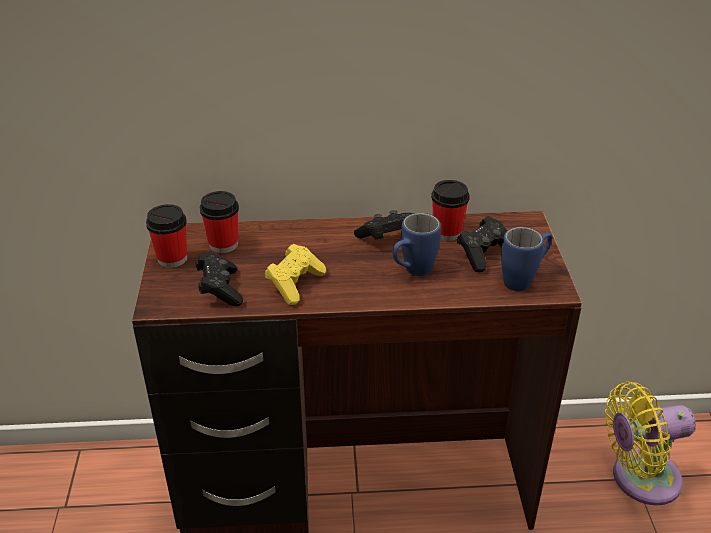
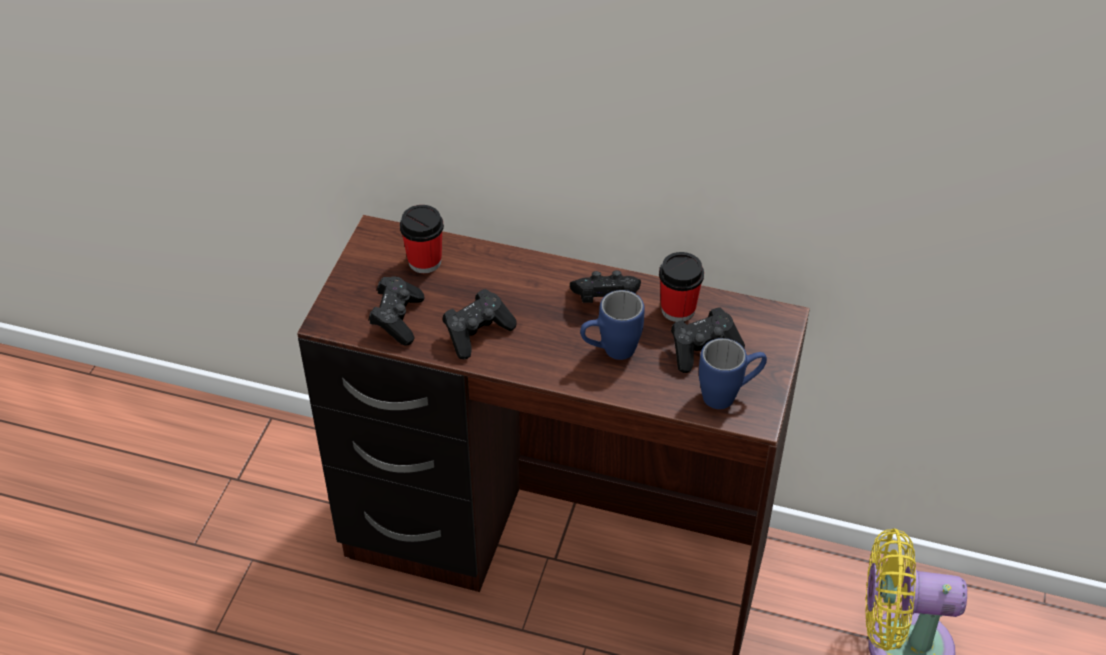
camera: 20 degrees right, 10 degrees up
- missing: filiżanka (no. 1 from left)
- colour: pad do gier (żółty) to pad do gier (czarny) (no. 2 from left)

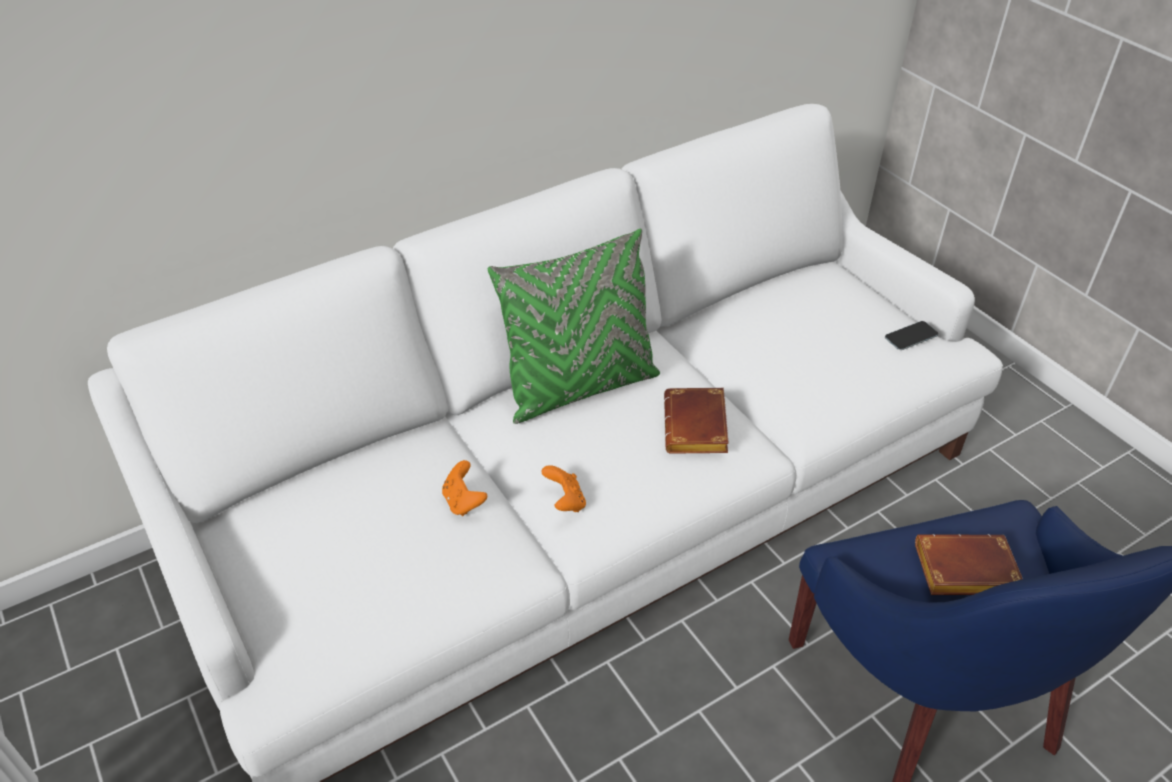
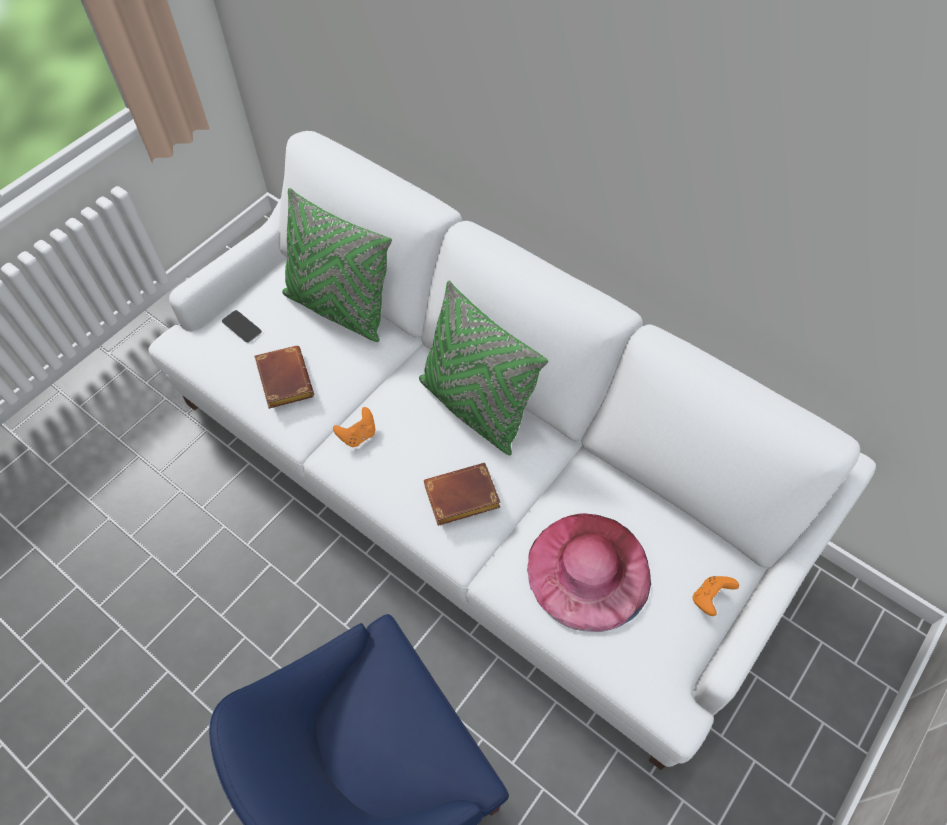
camera: 70 degrees right, 15 degrees up
- appeared: poduszka (zielony) (no. 1 from left)
- appeared: kapelusz (różowy)
- relocated: pad do gier (pomarańczowy) (no. 1 from left in the first image) to pad do gier (pomarańczowy) (no. 2 from left)
- relocated: telefon
- relocated: książka (brązowy) (no. 2 from left in the first image) to książka (brązowy) (no. 1 from left)

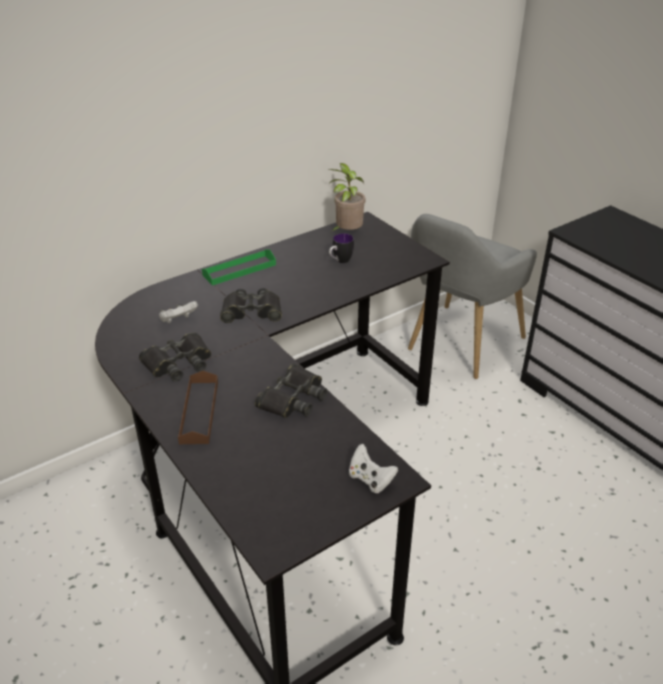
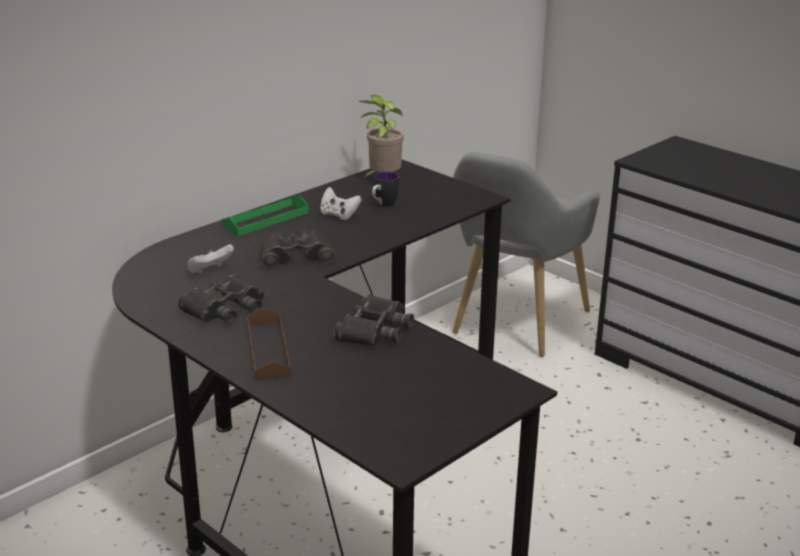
camera: 10 degrees left, 10 degrees down
- relocated: pad do gier (biały) (no. 2 from left)

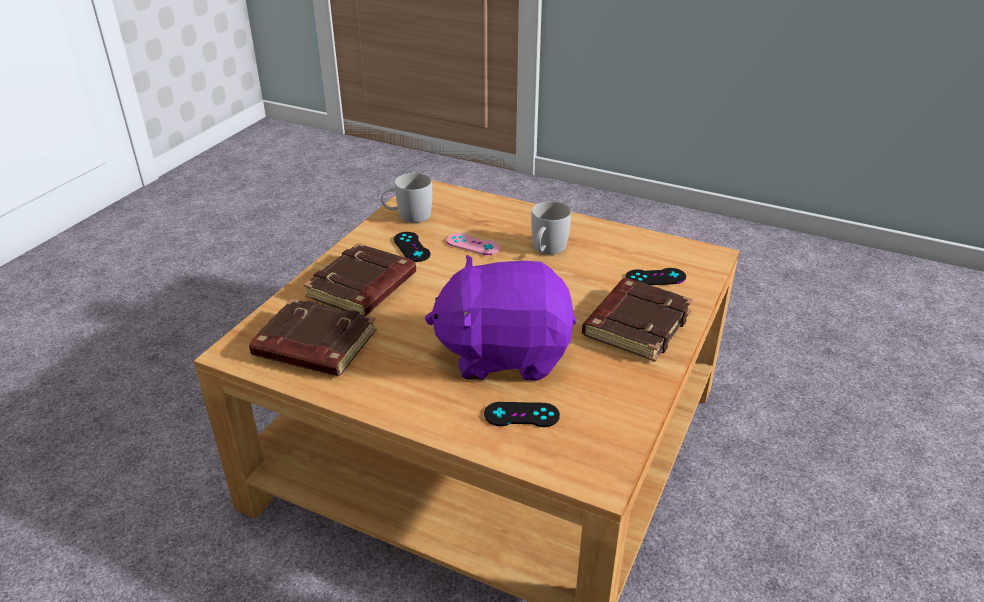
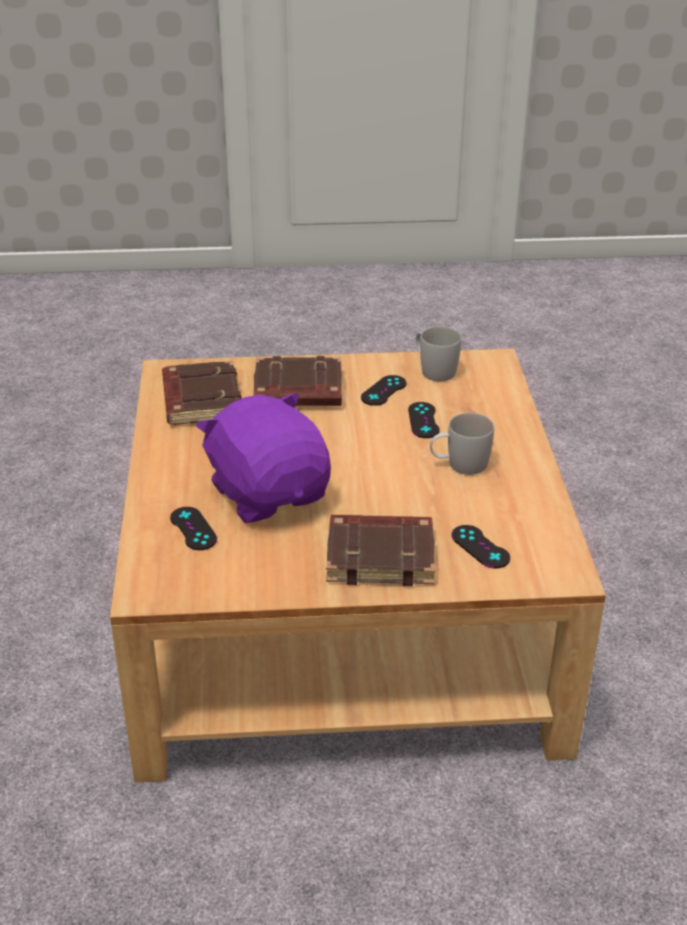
camera: 60 degrees right, 0 degrees up
- colour: pad do gier (różowy) to pad do gier (czarny) (no. 3 from left)

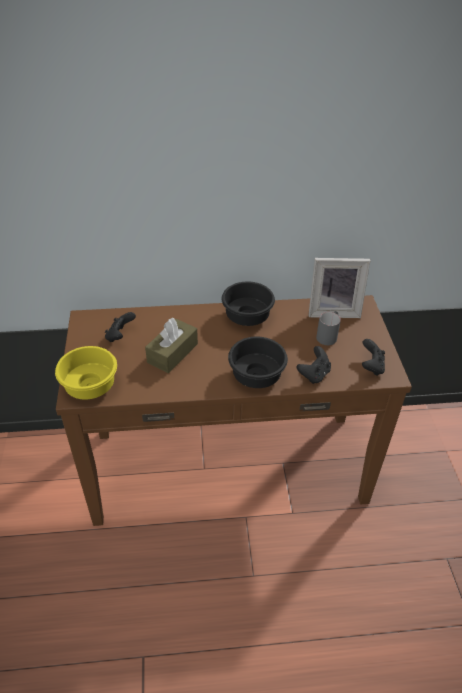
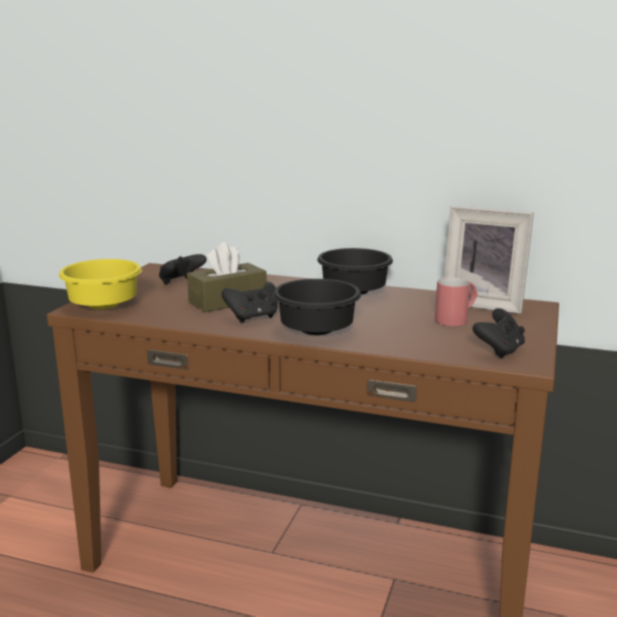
camera: 25 degrees right, 25 degrees down
- relocated: pad do gier (czarny) (no. 2 from left)
- colour: kubek (szary) to kubek (czerwony)

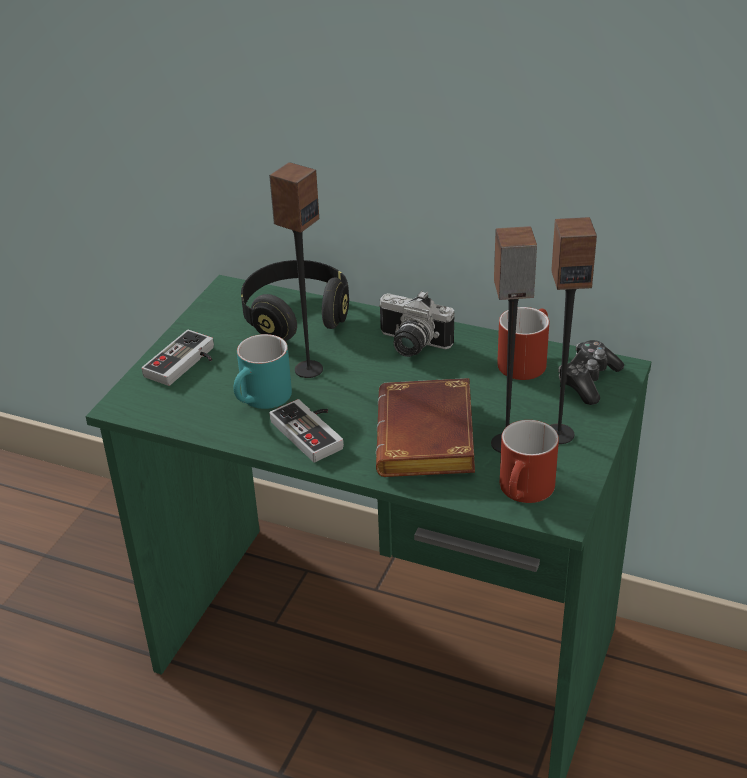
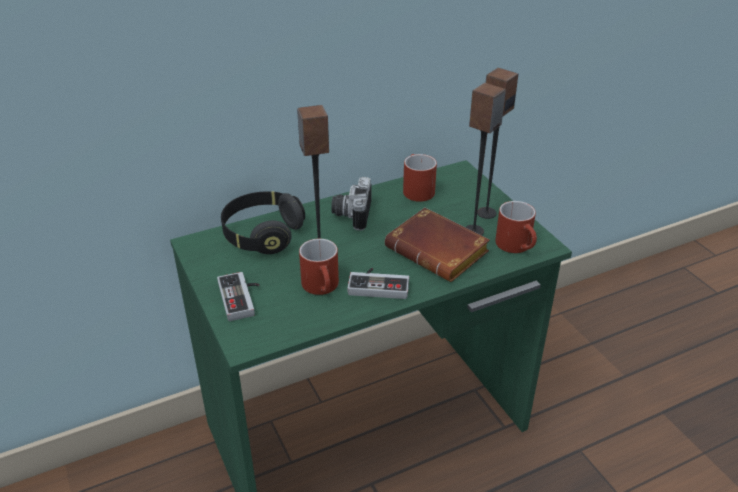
camera: 50 degrees left, 0 degrees up
- missing: pad do gier (no. 3 from left)
- colour: kubek (turkusowy) to kubek (czerwony) (no. 1 from left)
- spun: aparat fotograficzny 120 degrees clockwise

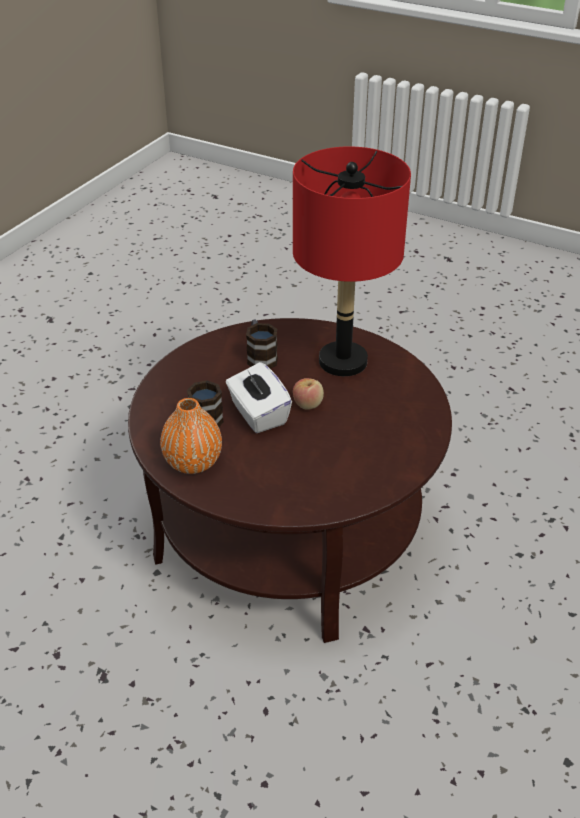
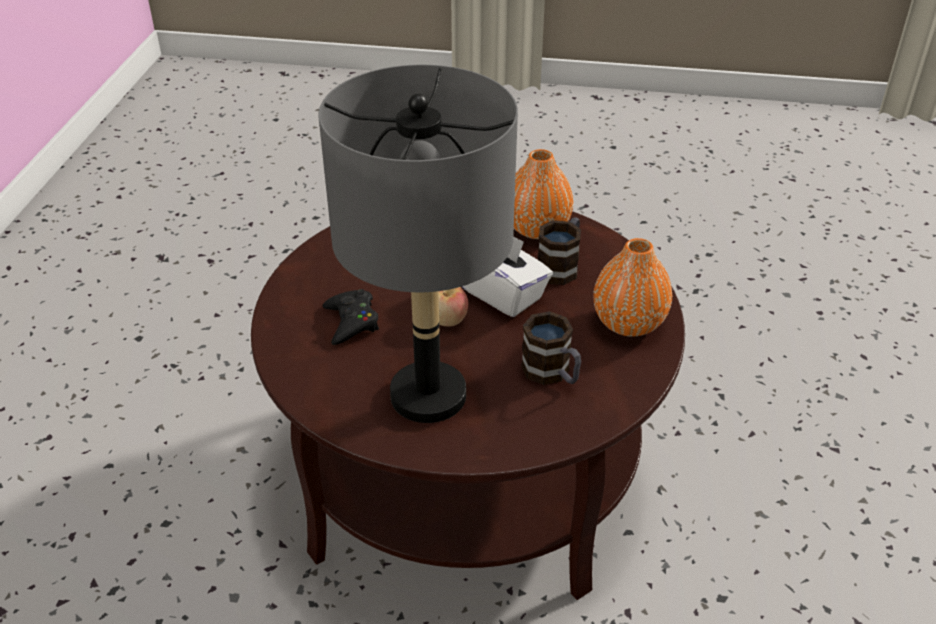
camera: 160 degrees right, 0 degrees up
- appeared: pad do gier (czarny)
- appeared: wazon (pomarańczowy) (no. 2 from left)
- colour: lampa stołowa (czerwony) to lampa stołowa (szary)

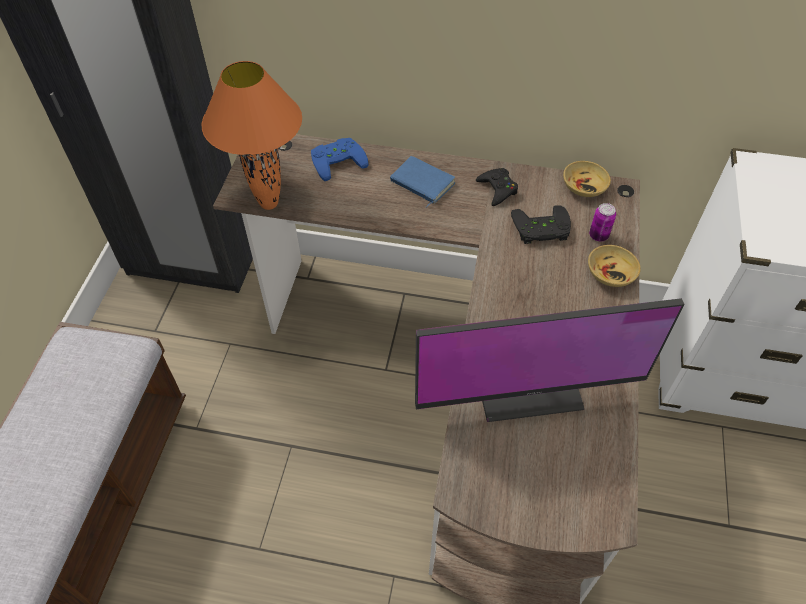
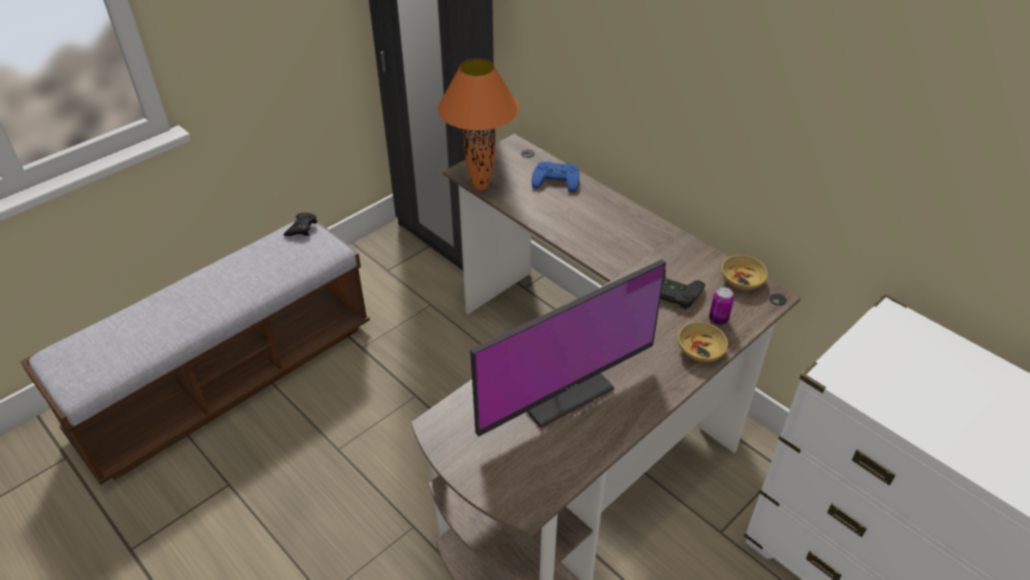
camera: 35 degrees right, 10 degrees down
- missing: książka (niebieski)
- relocated: pad do gier (czarny) (no. 1 from left)
- spun: monitor 60 degrees counterclockwise

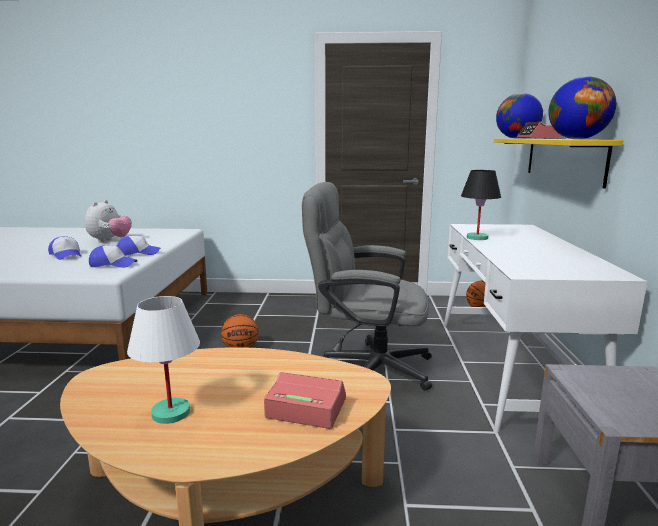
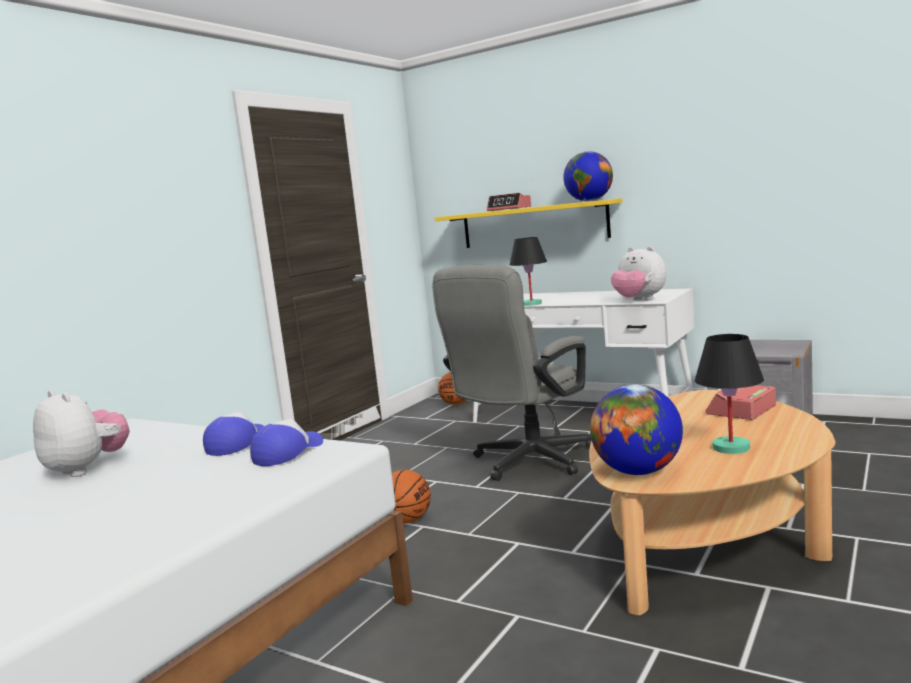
camera: 60 degrees left, 5 degrees down
- missing: czapka z daszkiem (no. 1 from left)
- appeared: pluszak (no. 2 from left)
- relocated: globus (no. 1 from left in the first image) to globus (no. 2 from left)
- colour: lampa stołowa (biały) to lampa stołowa (czarny) (no. 2 from left)

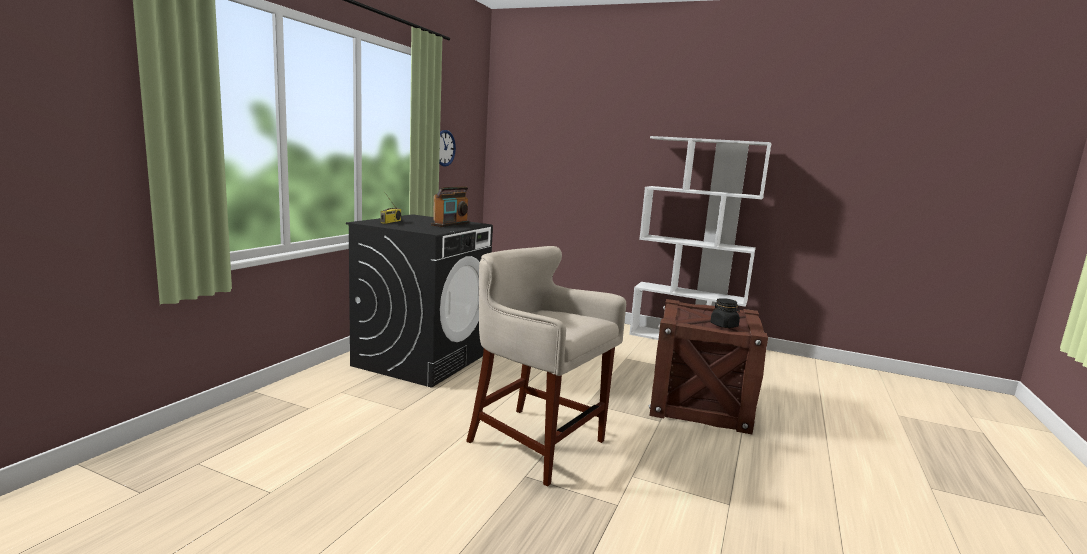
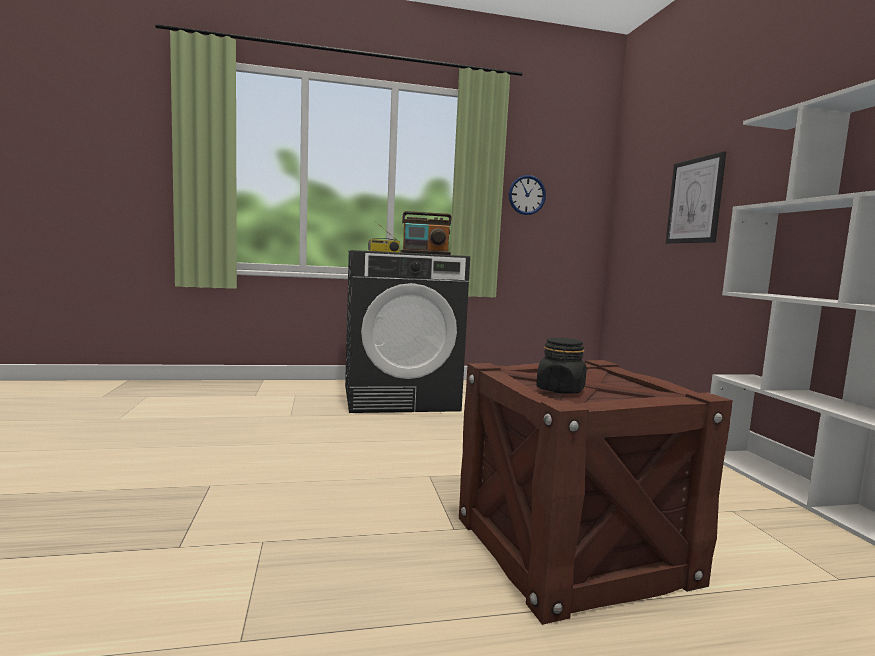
camera: 55 degrees right, 5 degrees down
- missing: stołek (beżowy)
- appeared: obraz

